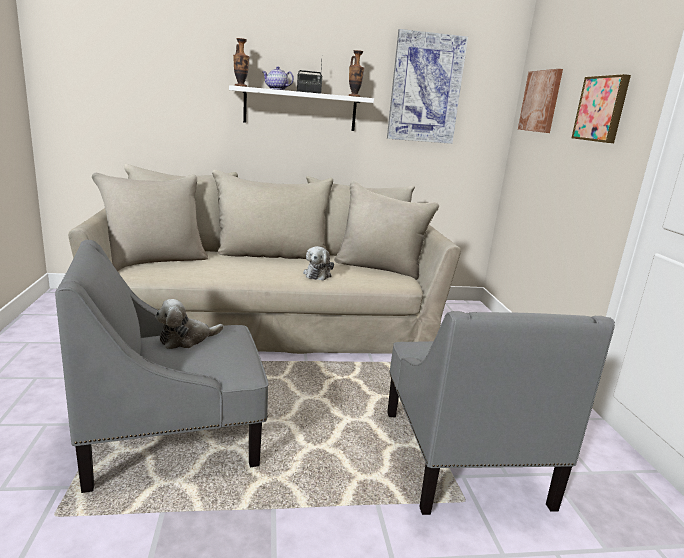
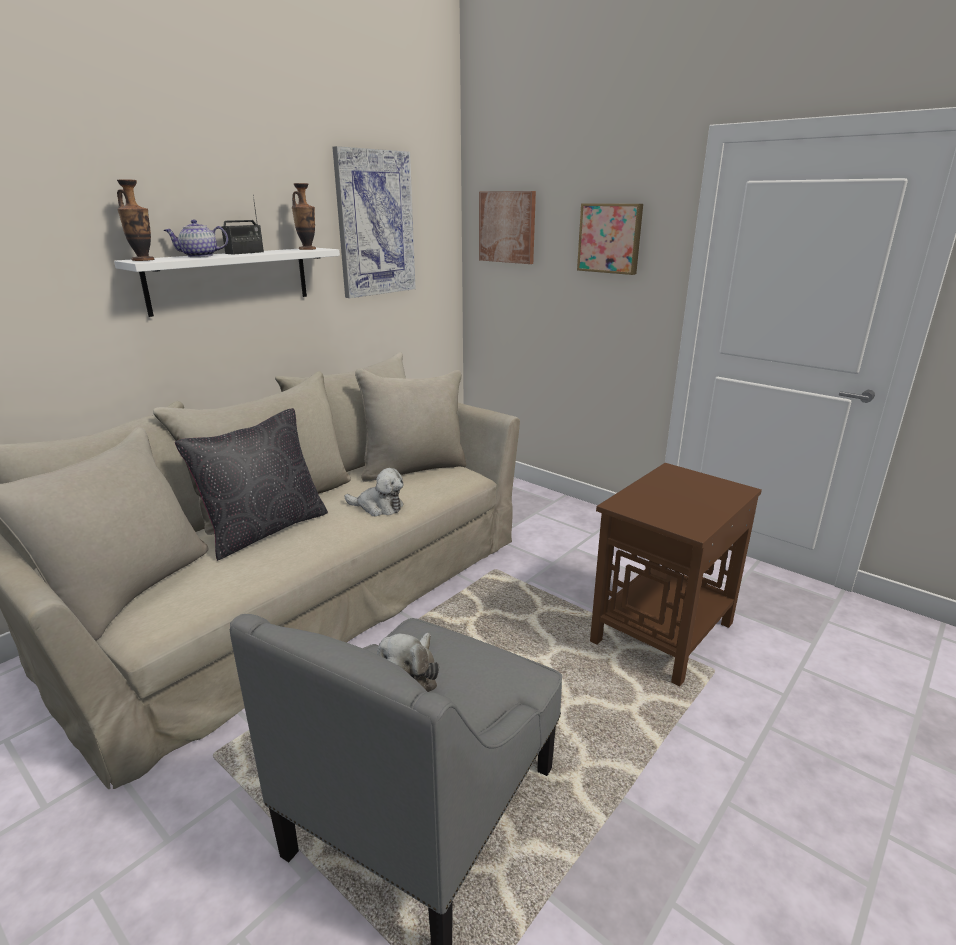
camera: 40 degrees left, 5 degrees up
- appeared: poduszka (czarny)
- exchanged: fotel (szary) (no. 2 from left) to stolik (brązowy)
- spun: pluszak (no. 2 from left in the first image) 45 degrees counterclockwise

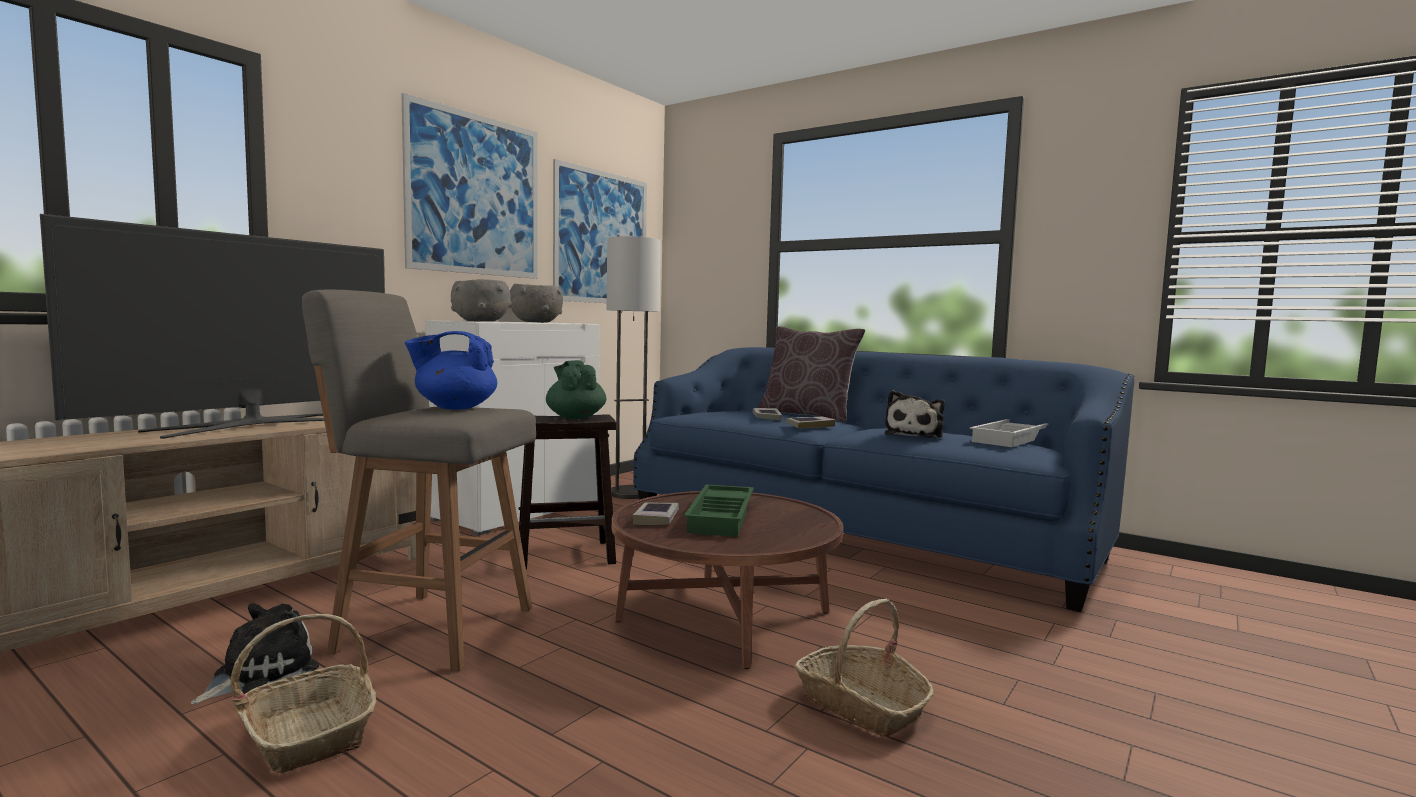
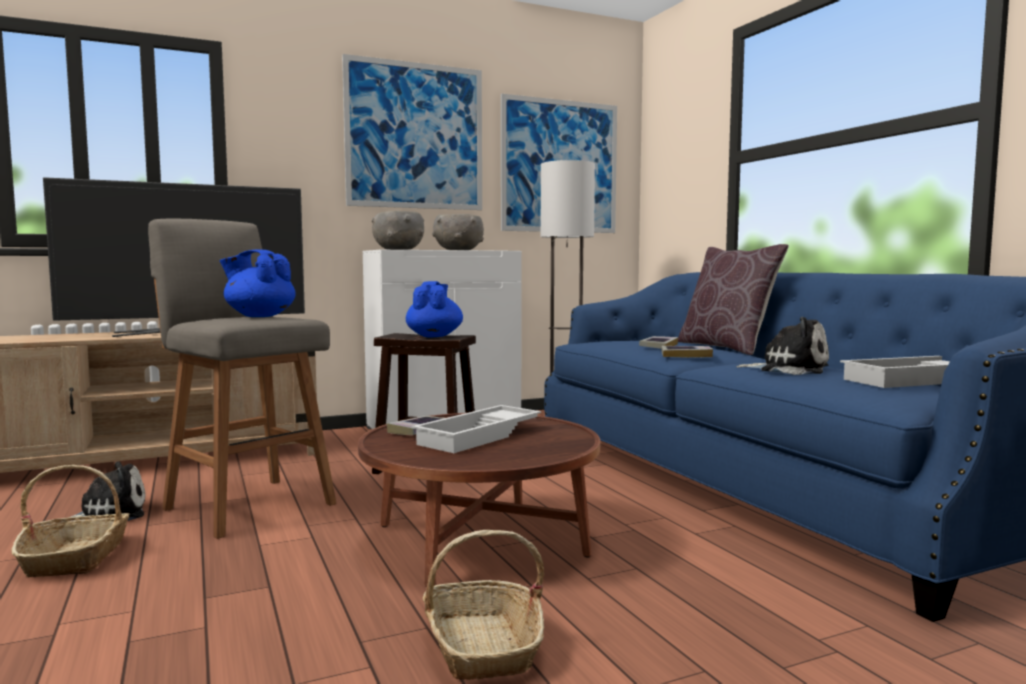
camera: 30 degrees right, 0 degrees up
- colour: imbryk (zielony) to imbryk (niebieski) (no. 2 from left)
- colour: taca (zielony) to taca (biały) (no. 1 from left)
- spun: pluszak (no. 2 from left) 120 degrees counterclockwise

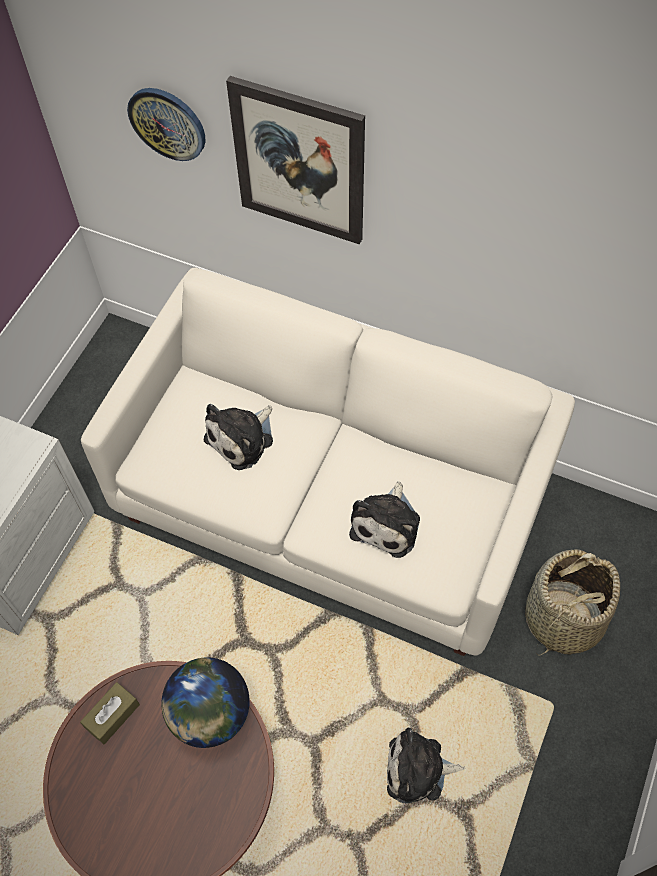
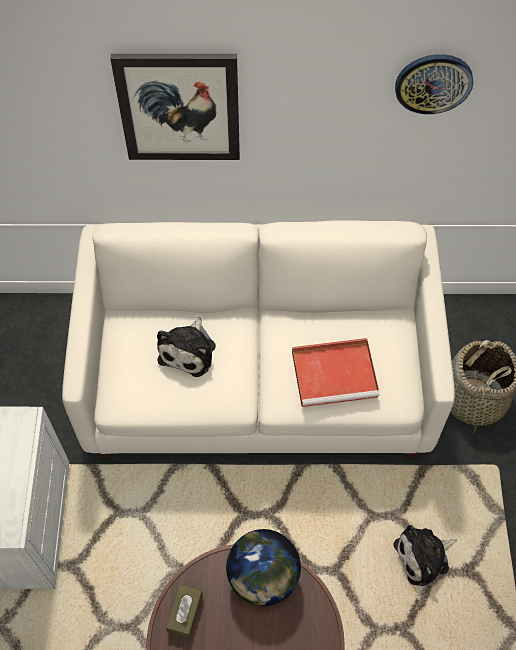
camera: 25 degrees left, 0 degrees up
- relocated: zegar ścienny
- exchanged: pluszak (no. 2 from left) to taca (czerwony)

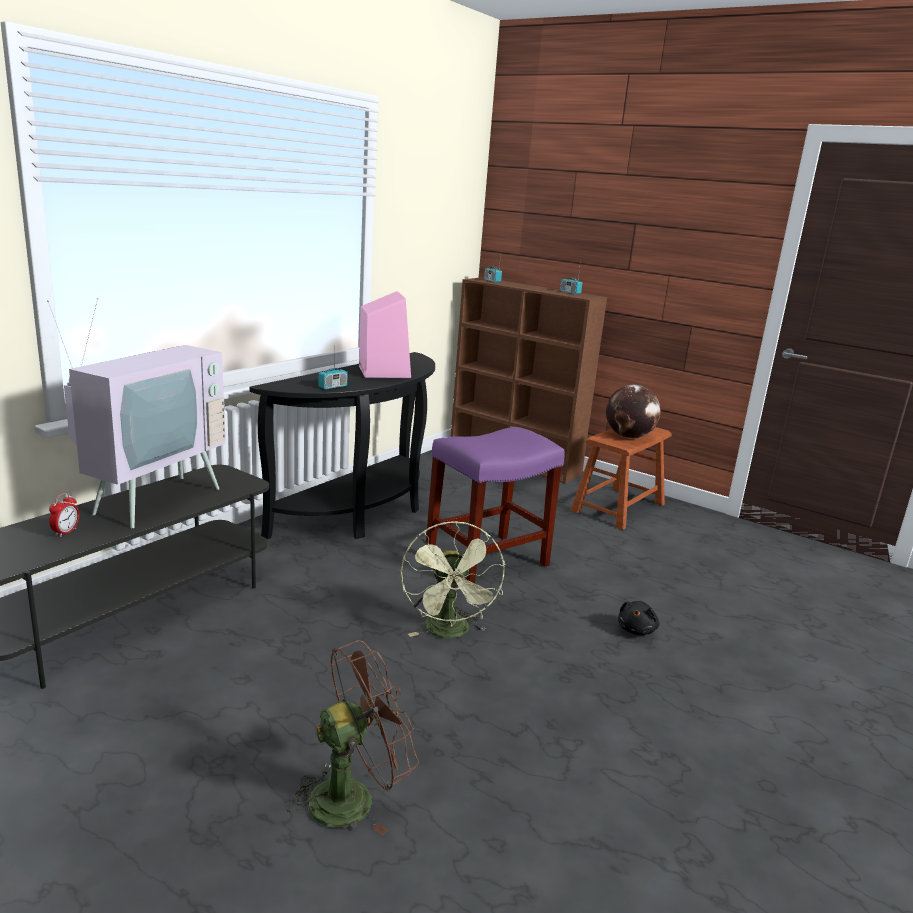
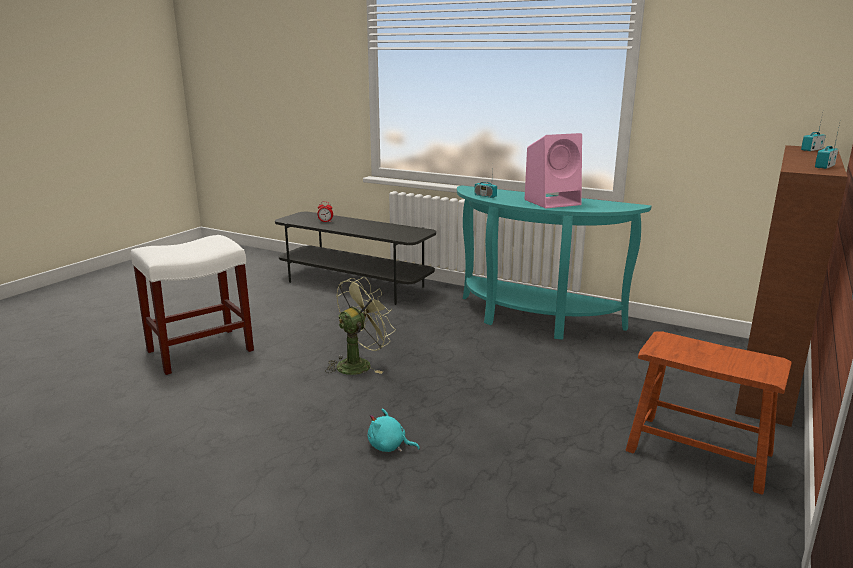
camera: 85 degrees right, 0 degrees up
- missing: telewizor
- missing: stołek (fioletowy)
- missing: globus
- exchanged: wentylator (brązowy) to stołek (biały)
- colour: stolik konsolowy (czarny) to stolik konsolowy (turkusowy)
- colour: pluszak (czarny) to pluszak (turkusowy)
- spun: wentylator (zielony) 150 degrees clockwise

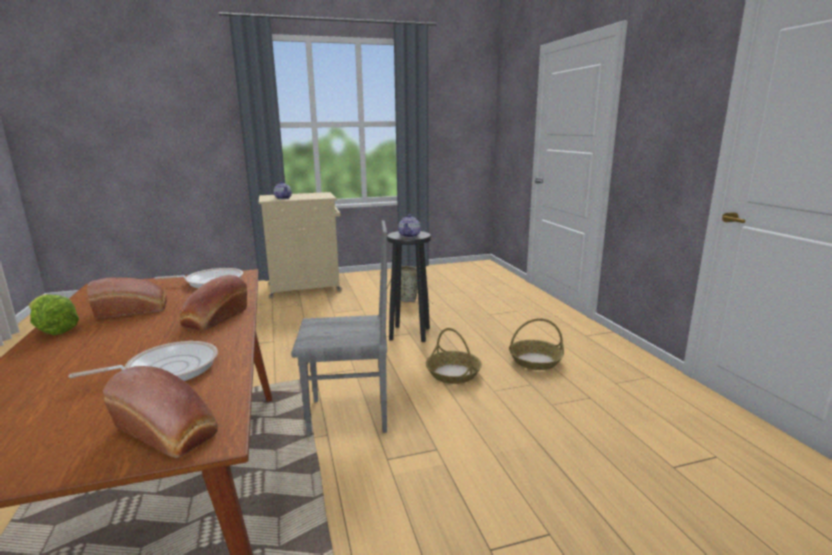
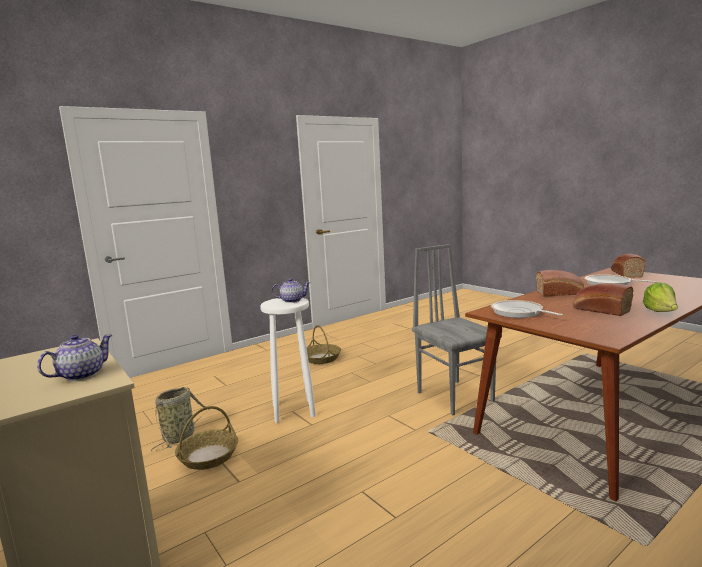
camera: 110 degrees left, 5 degrees down
- relocated: koszyk (no. 2 from left)
- colour: stołek (czarny) to stołek (biały)

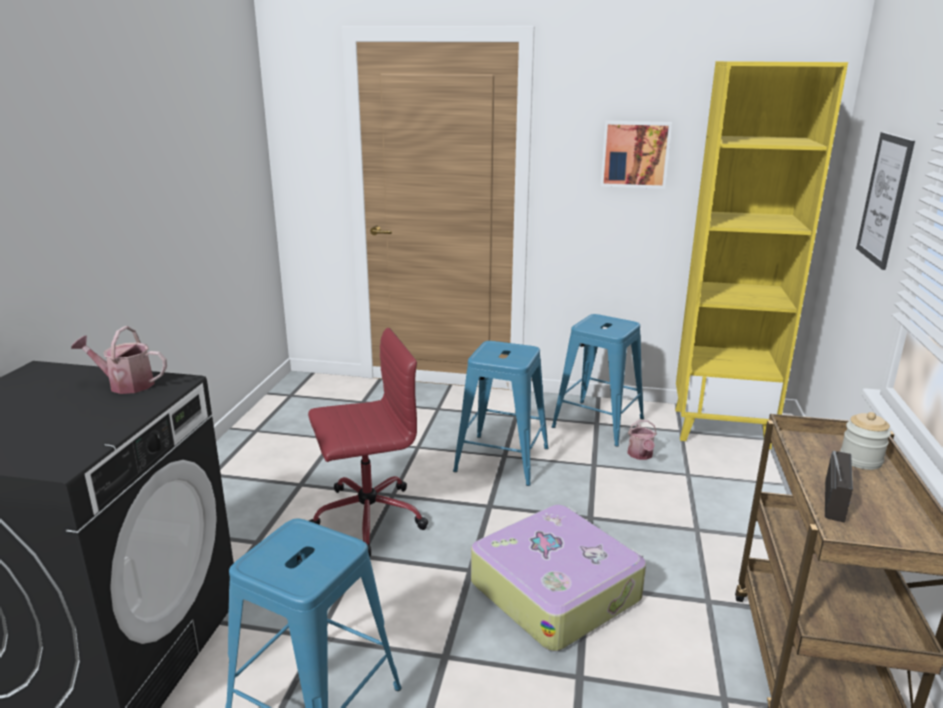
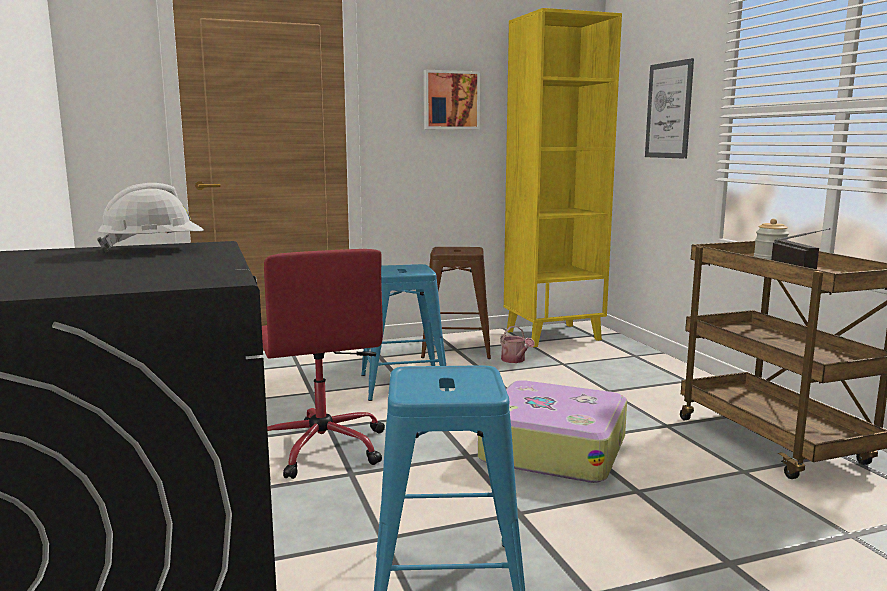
camera: 30 degrees left, 10 degrees down
- exchanged: konewka (no. 1 from left) to kask (biały)
- colour: stołek (niebieski) (no. 3 from left) to stołek (brązowy)
- spun: krzesło biurowe (czerwony) 120 degrees clockwise

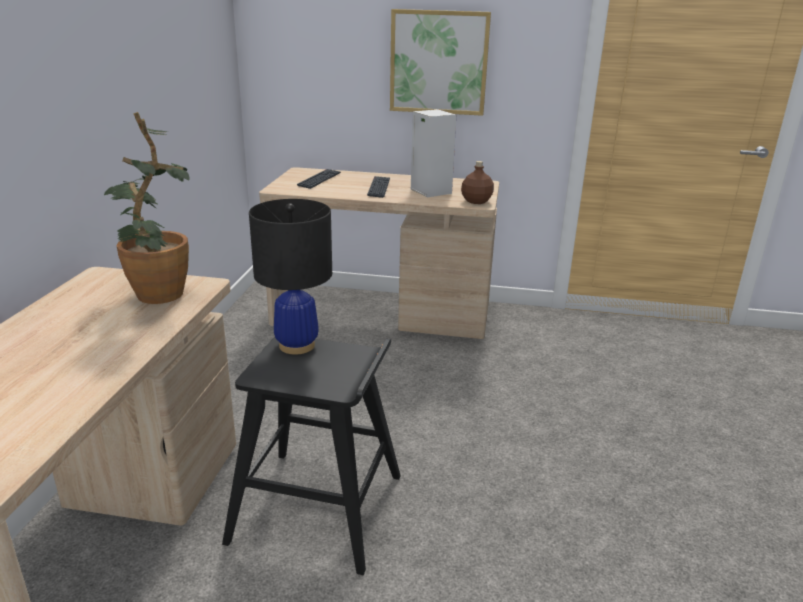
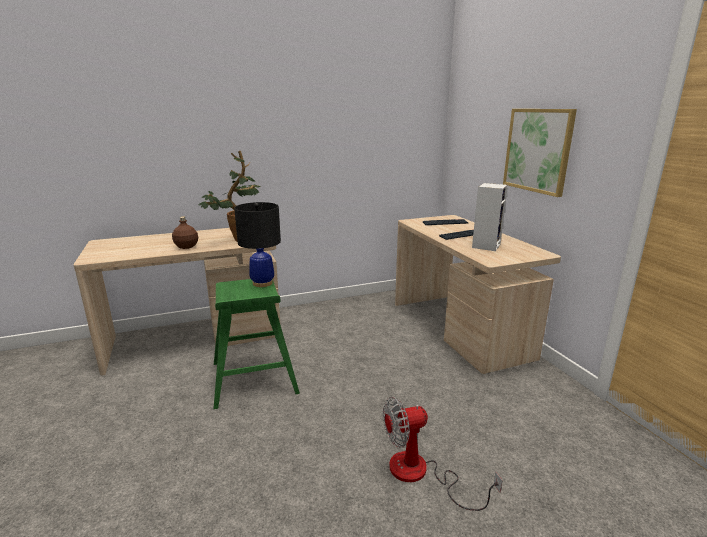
camera: 60 degrees right, 5 degrees down
- appeared: wentylator
- relocated: butelka (brązowy)
- colour: stołek (czarny) to stołek (zielony)

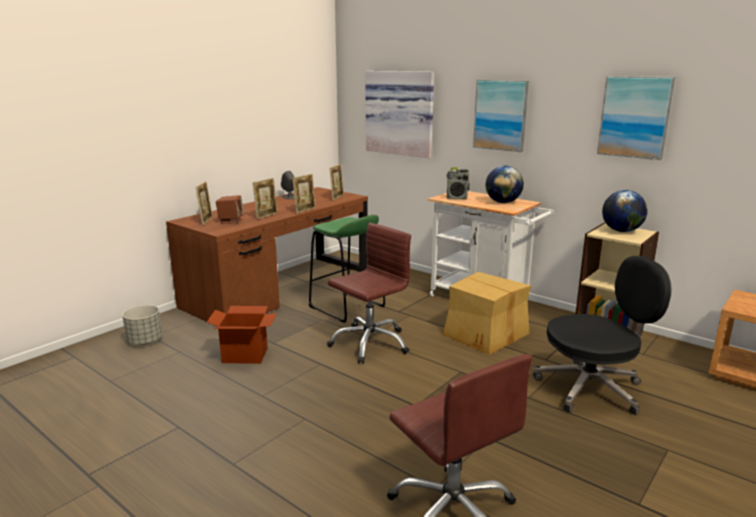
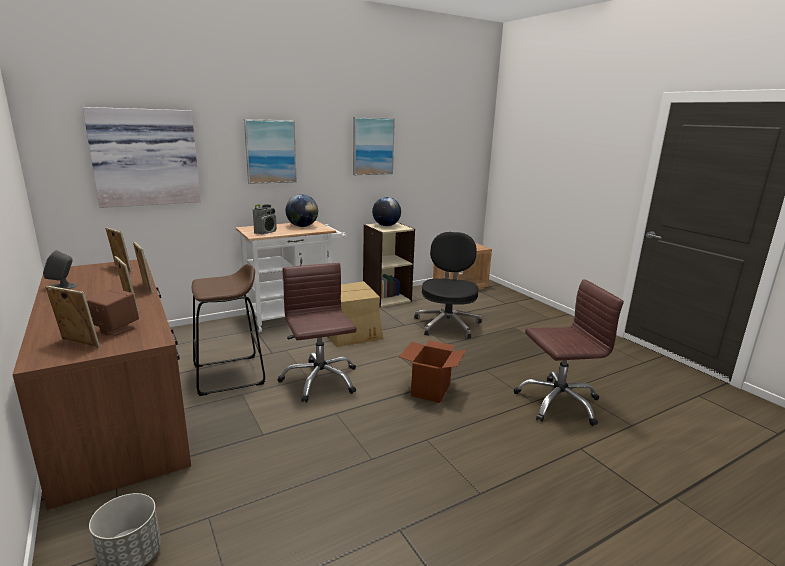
camera: 70 degrees left, 0 degrees up
- relocated: karton (no. 1 from left in the first image) to karton (no. 2 from left)
- colour: stołek (zielony) to stołek (brązowy)

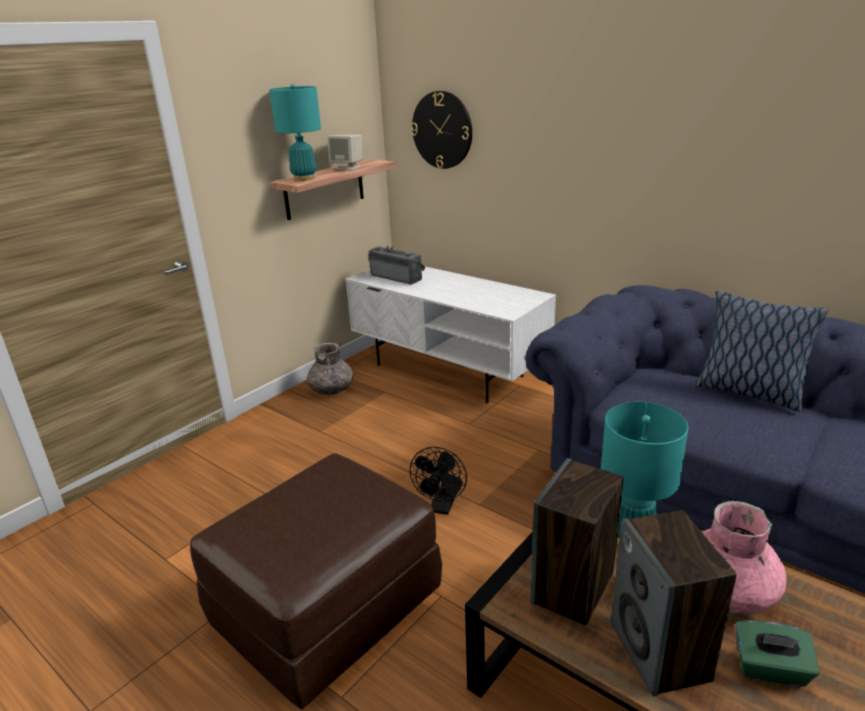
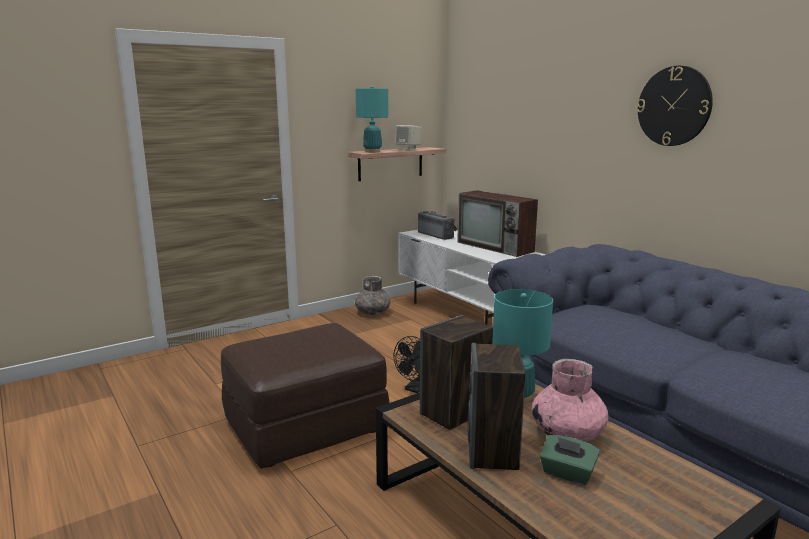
camera: 15 degrees right, 10 degrees down
- missing: poduszka
- appeared: telewizor
- relocated: zegar ścienny

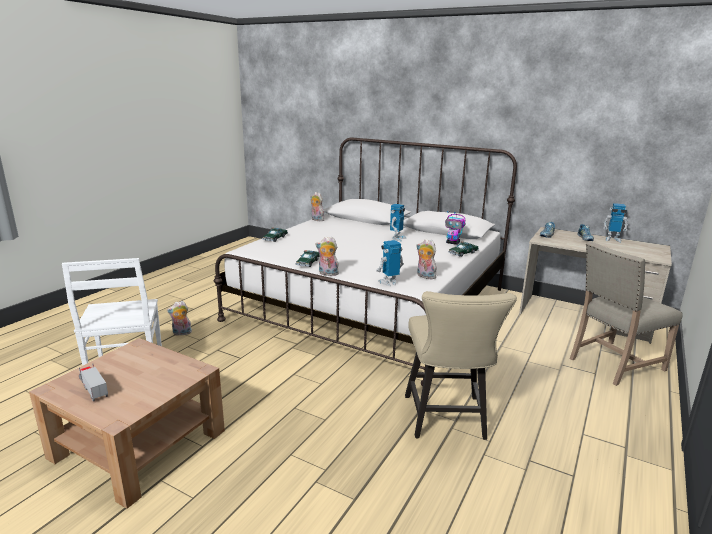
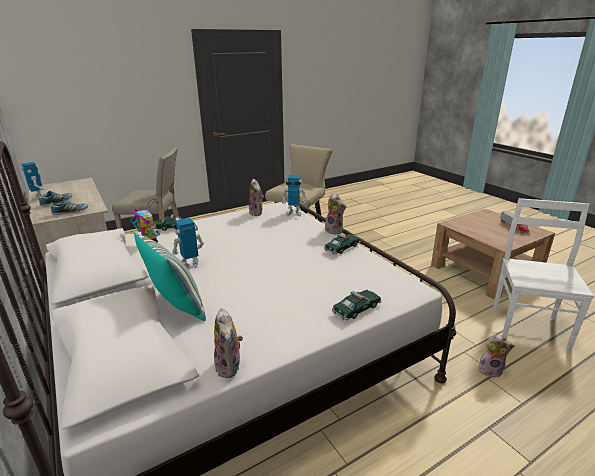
camera: 150 degrees left, 5 degrees up
- appeared: poduszka

